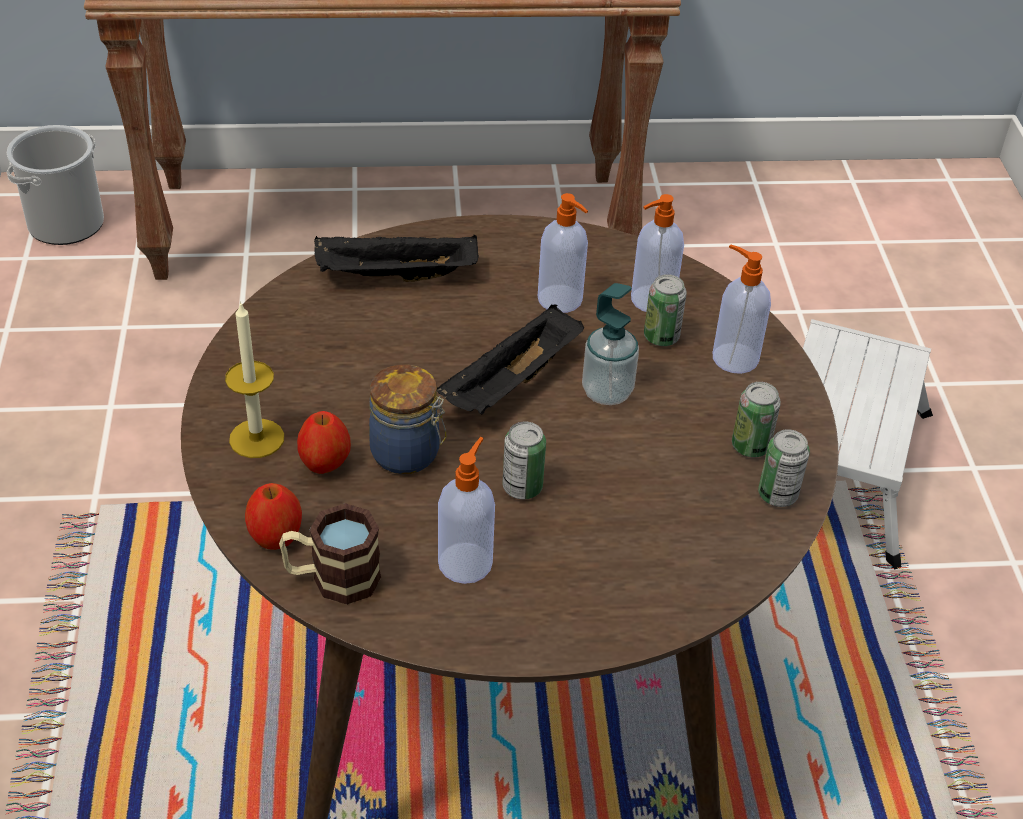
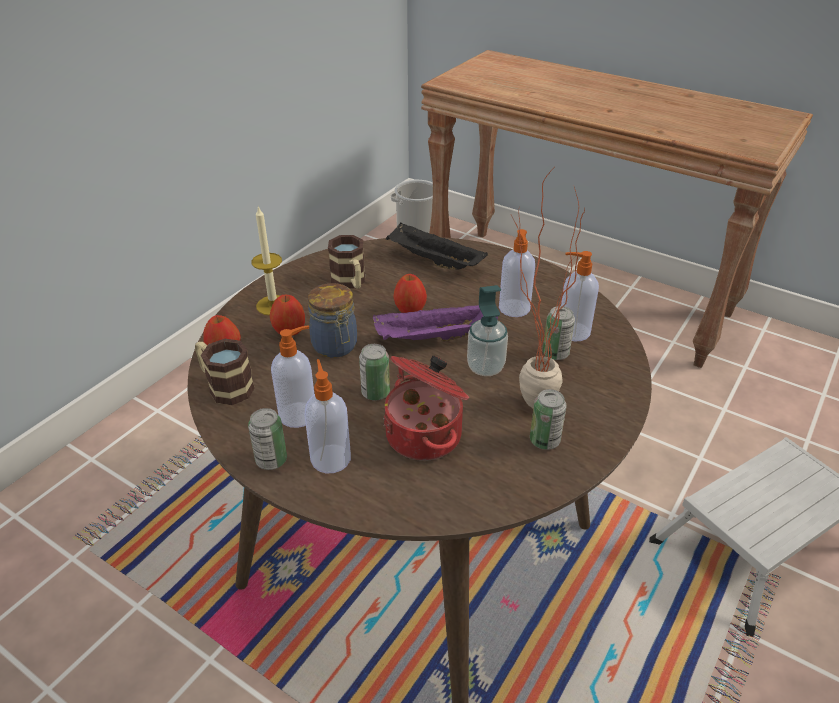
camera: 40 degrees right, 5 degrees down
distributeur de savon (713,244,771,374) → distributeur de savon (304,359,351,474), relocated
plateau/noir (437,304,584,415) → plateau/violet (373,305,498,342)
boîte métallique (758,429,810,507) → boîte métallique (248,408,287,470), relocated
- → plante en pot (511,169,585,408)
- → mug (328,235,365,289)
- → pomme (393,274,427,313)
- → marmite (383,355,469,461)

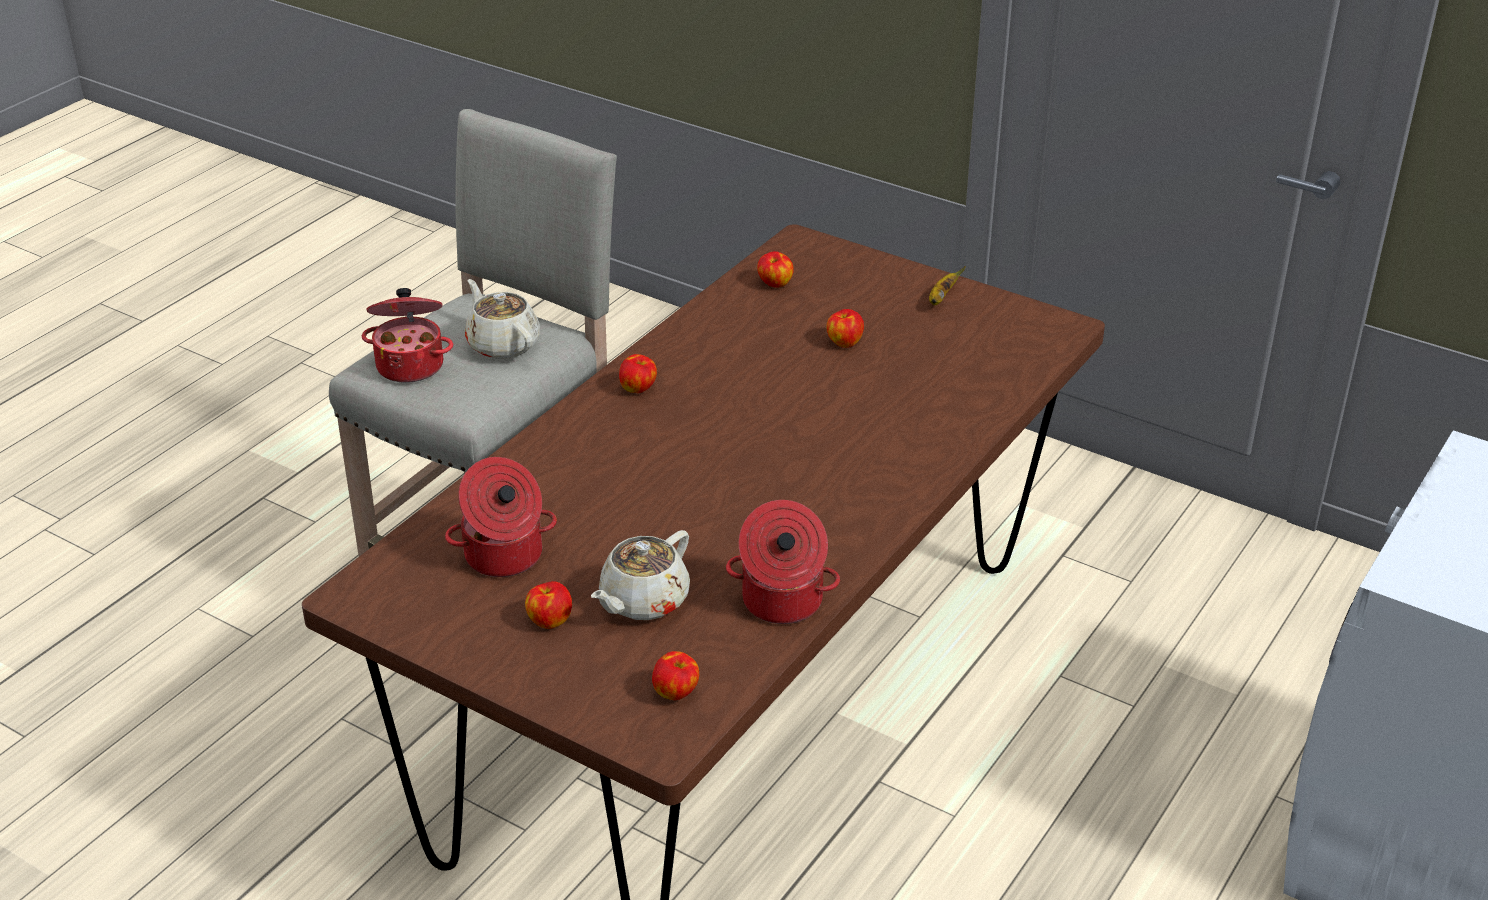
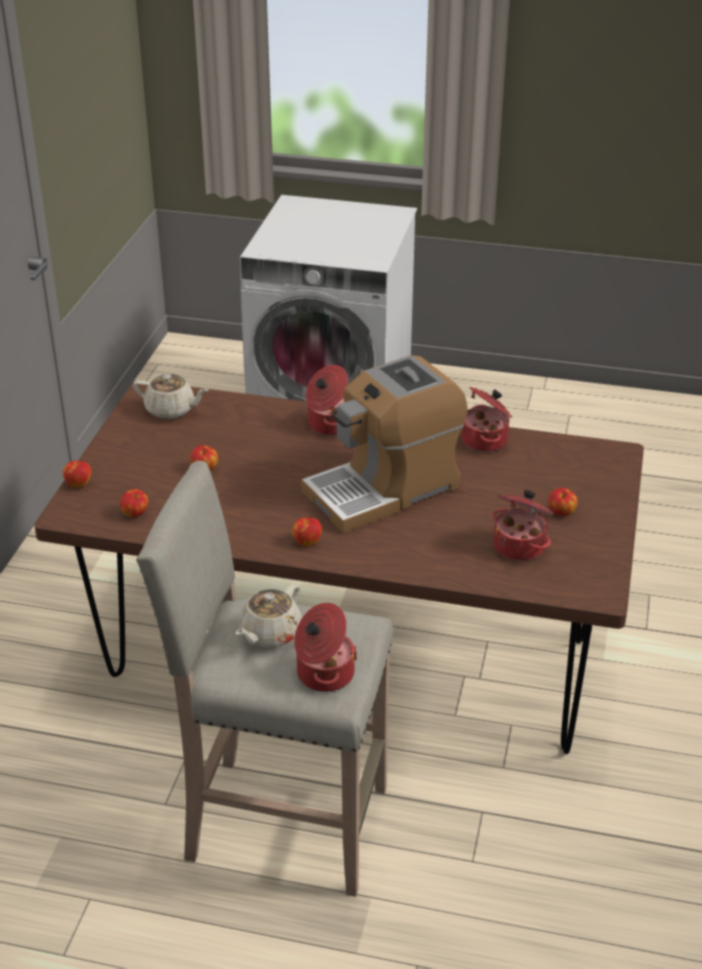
camera: 110 degrees left, 0 degrees up
banane (929,266,966,305) → -
théière/beige (591,530,690,620) → théière/beige (133,374,208,419), relocated
pomme (652,651,699,700) → pomme (63,461,91,488), relocated
- → machine à café (301,355,468,533)
- → marmite (306,365,348,436)

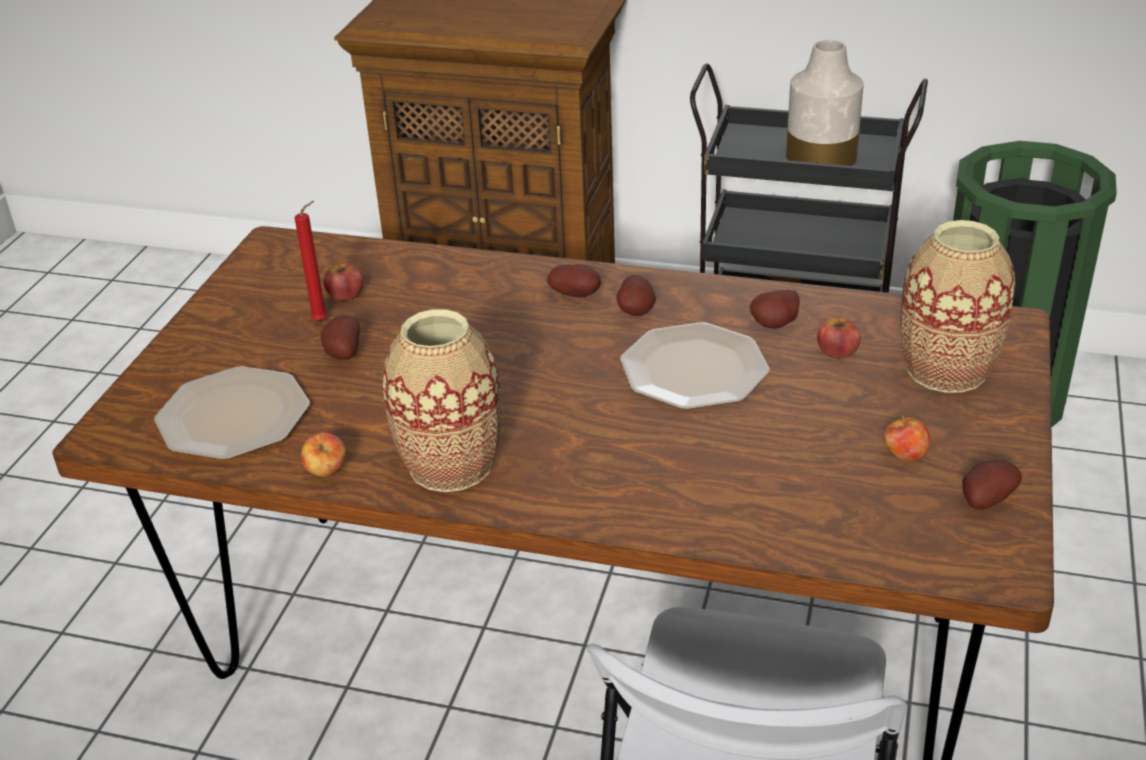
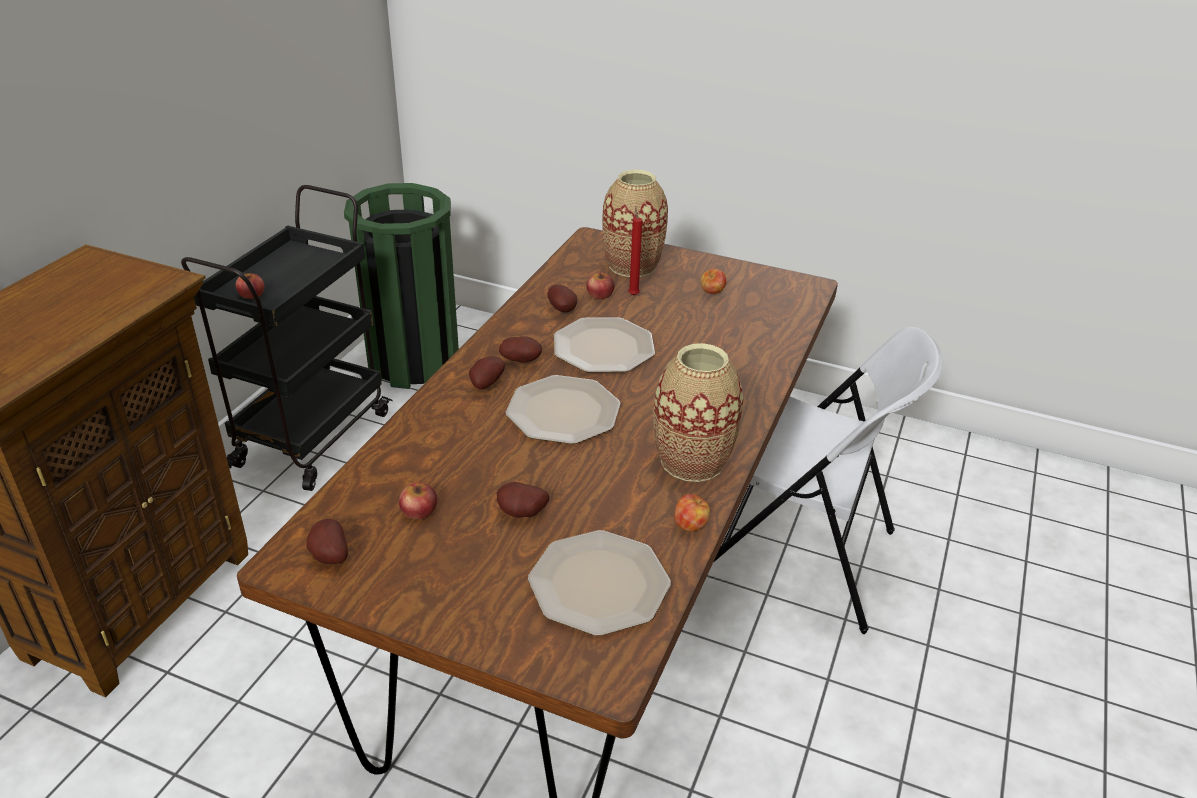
camera: 85 degrees left, 0 degrees up
vase/beige (786,40,864,166) → -
bougie/rouge (295,201,327,321) → bougie/rouge (628,206,643,296), relocated
pomme de terre (962,460,1022,510) → pomme de terre (306,519,348,564), relocated
- → pomme (236,273,264,299)
- → assiette (506,375,621,444)

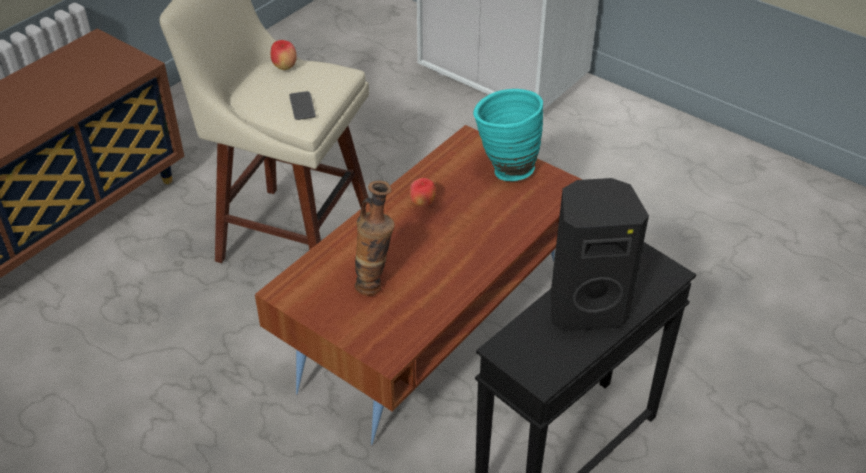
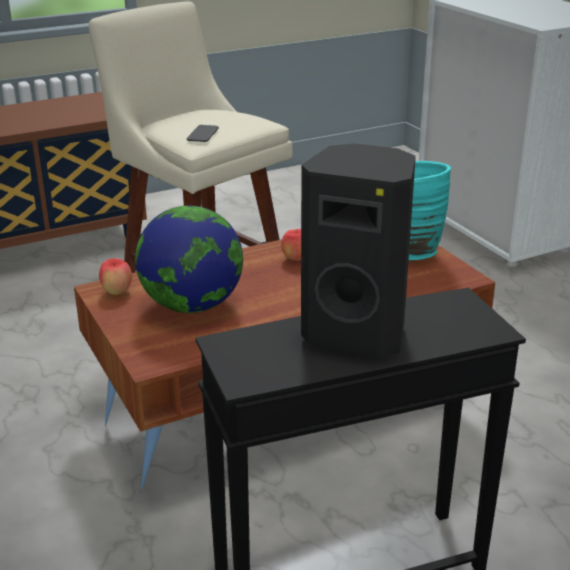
camera: 25 degrees right, 15 degrees down
pomme (271,40,297,70) → pomme (99,258,132,295), relocated
vase (355,181,395,296) → globe (135,206,243,313)

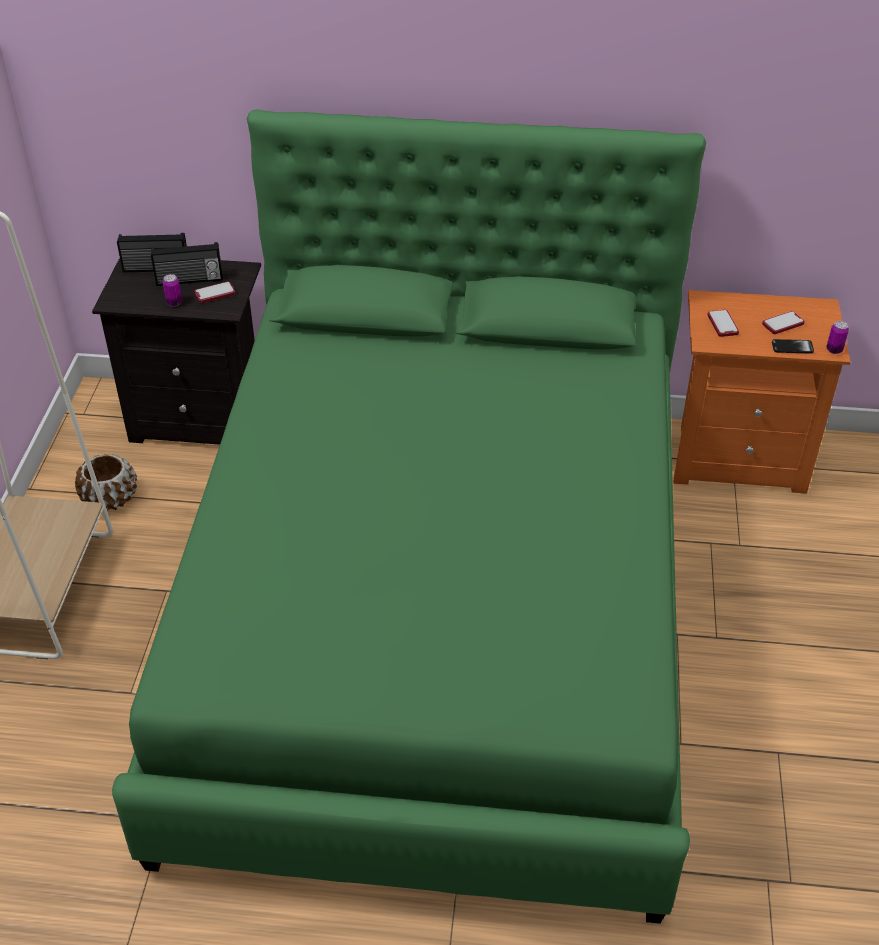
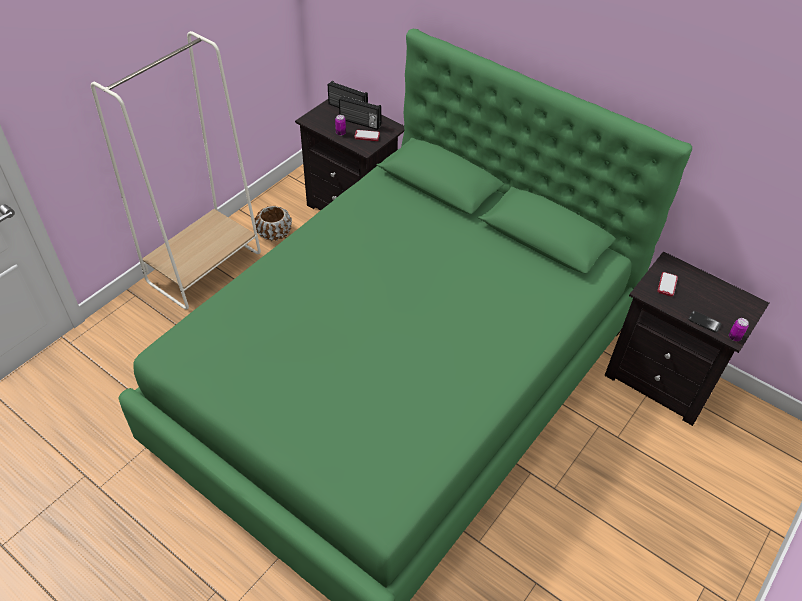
camera: 30 degrees right, 5 degrees up
table de chevet/orange (673,290,850,494) → table de chevet/noir (604,251,769,426)
téléphone (762,311,805,334) → -

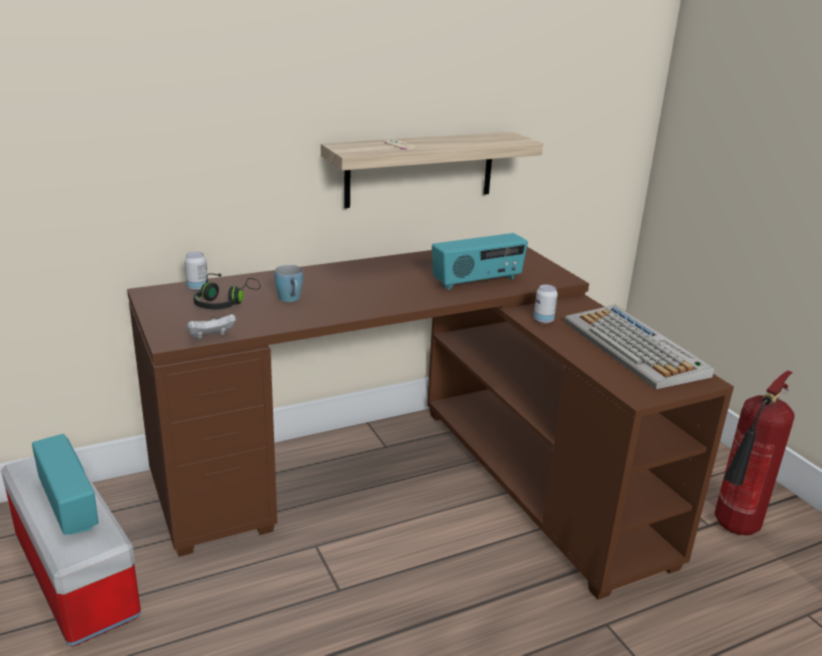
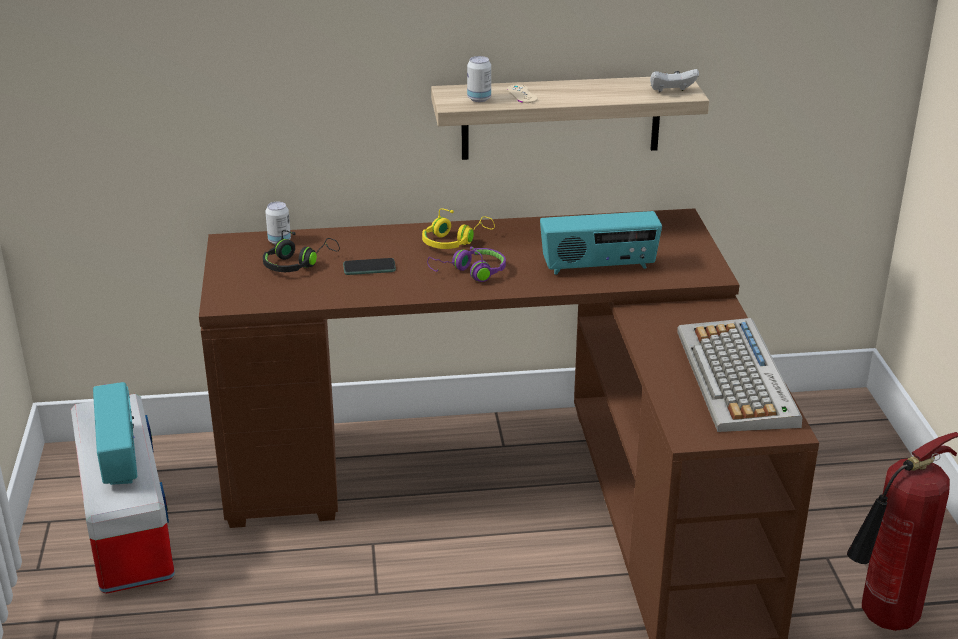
camera: 20 degrees right, 5 degrees up
mug/bleu (275,265,303,302) → téléphone (343,258,396,275)
boîte métallique (534,285,558,324) → boîte métallique (467,56,491,102), relocated
manette/blanc (187,314,236,339) → manette/blanc (650,69,699,92), relocated
- → casque audio/jaune (422,208,495,249)
- → casque audio/violet (427,246,506,282)

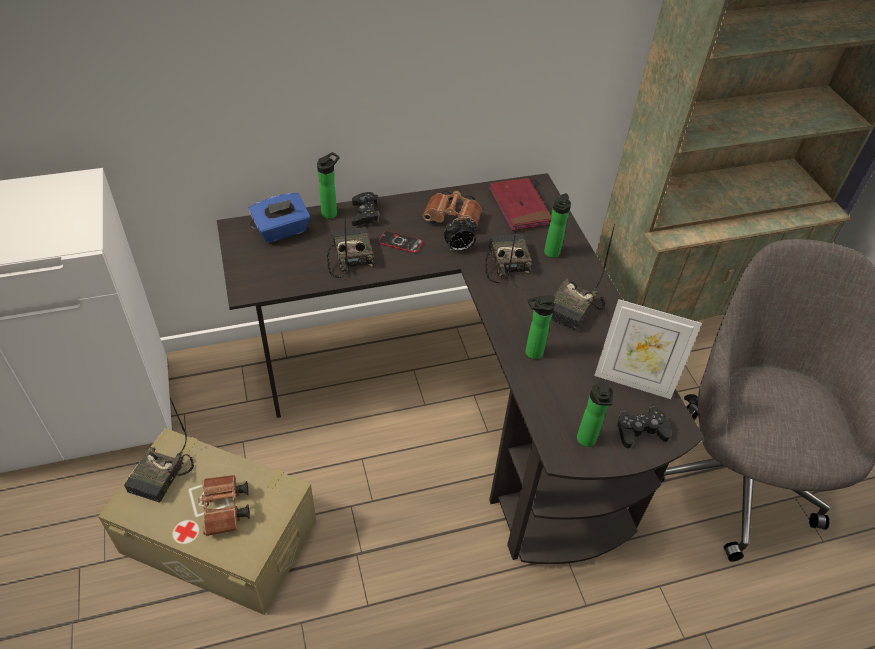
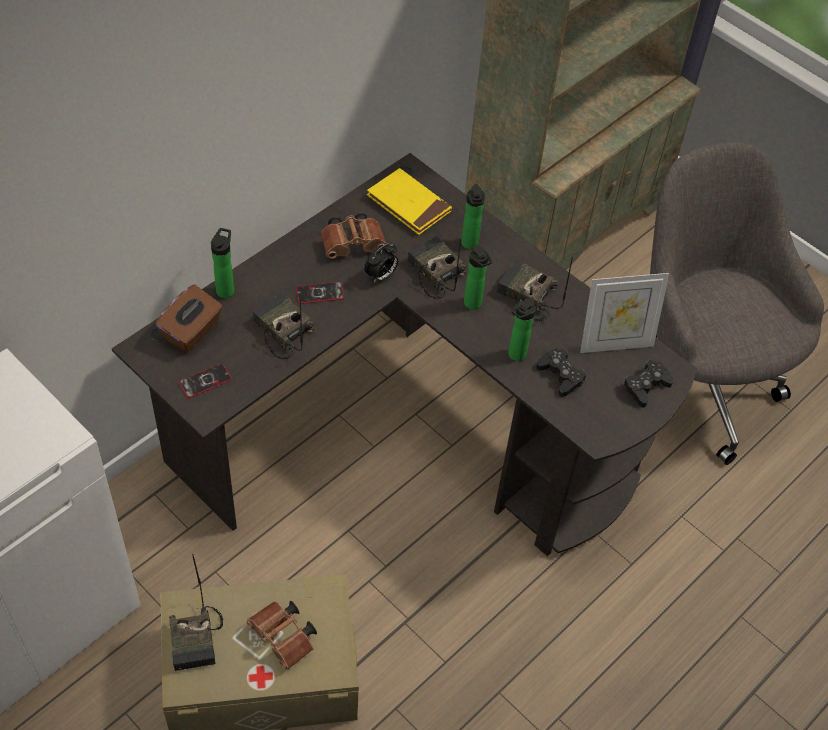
camera: 30 degrees left, 5 degrees up
livre/rouge (489,178,551,231) → livre/jaune (367,168,452,235)
manette/noir (352,192,379,226) → manette/noir (536,348,586,397), relocated
boîte à mouchoirs/bleu (248,193,310,243) → boîte à mouchoirs/marron (155,285,223,352)
radio (551,224,615,331) → radio (497,256,573,321), 120 degrees clockwise
bouteille (577,378,613,447) → bouteille (464,245,493,309), relocated
- → téléphone (179,363,232,398)

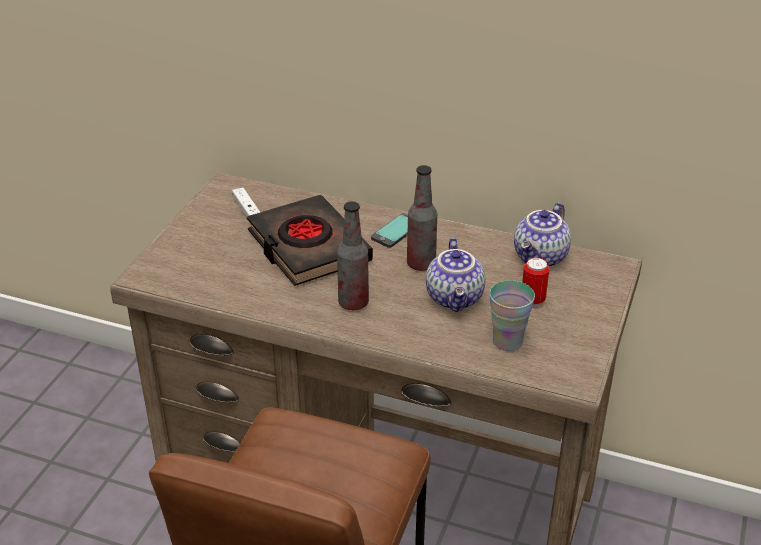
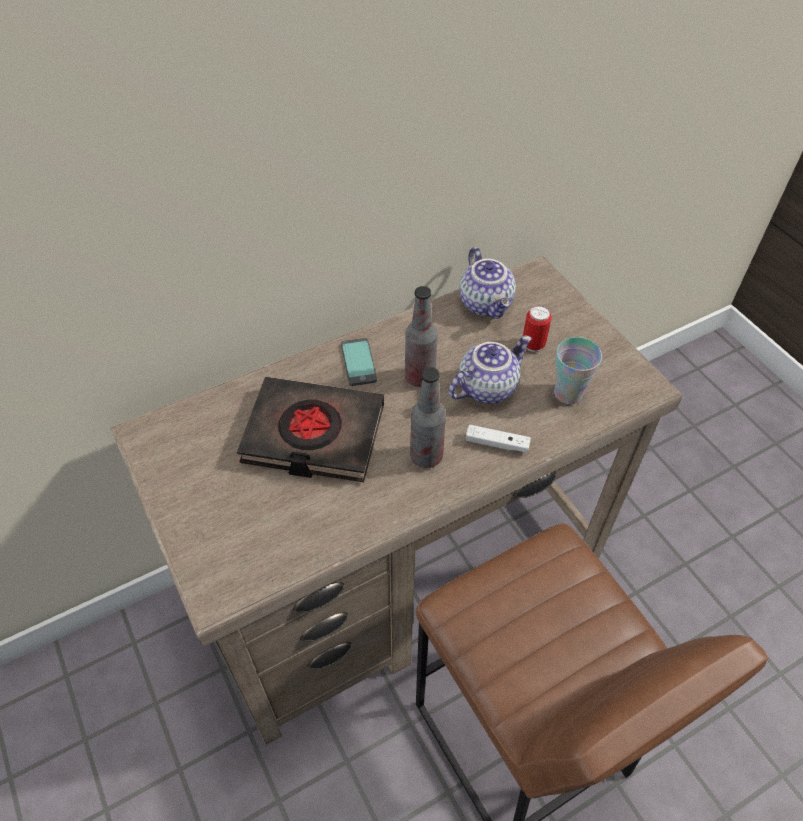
camera: 50 degrees left, 15 degrees up
manette/blanc (232,187,260,216) → manette/blanc (466,424,531,453), relocated
théière (426,237,485,312) → théière (448,335,532,403), 75 degrees counterclockwise

